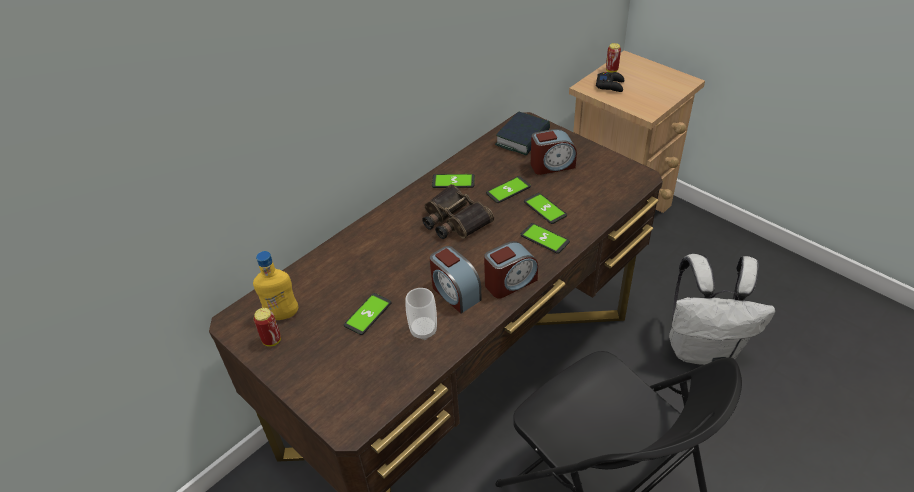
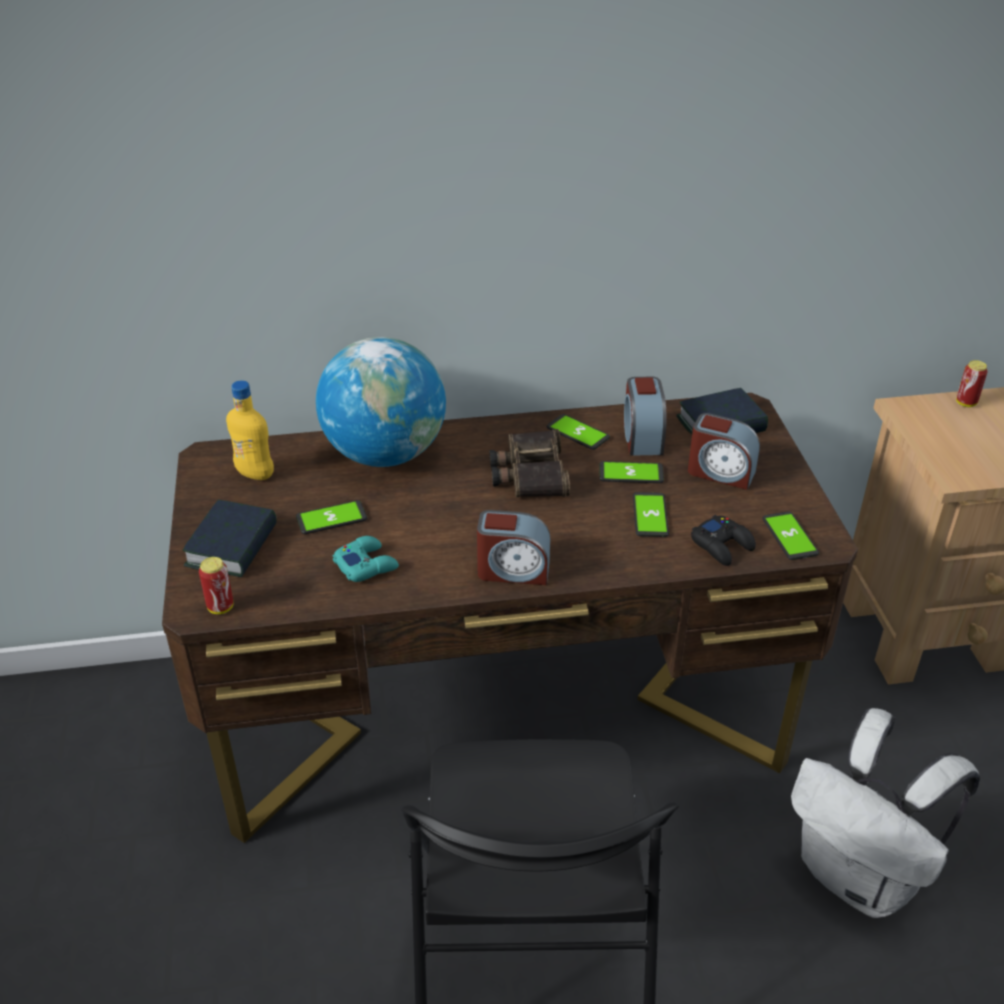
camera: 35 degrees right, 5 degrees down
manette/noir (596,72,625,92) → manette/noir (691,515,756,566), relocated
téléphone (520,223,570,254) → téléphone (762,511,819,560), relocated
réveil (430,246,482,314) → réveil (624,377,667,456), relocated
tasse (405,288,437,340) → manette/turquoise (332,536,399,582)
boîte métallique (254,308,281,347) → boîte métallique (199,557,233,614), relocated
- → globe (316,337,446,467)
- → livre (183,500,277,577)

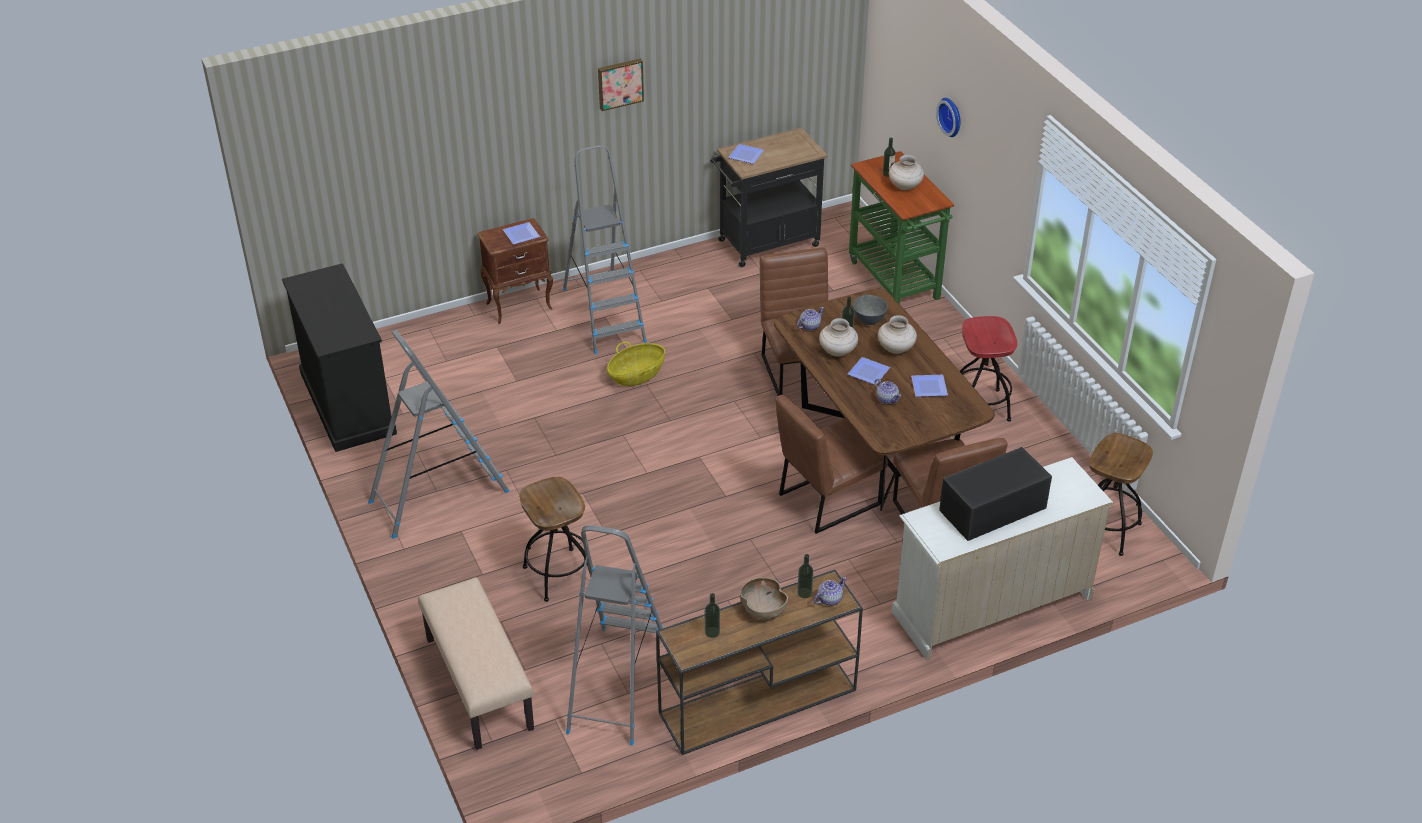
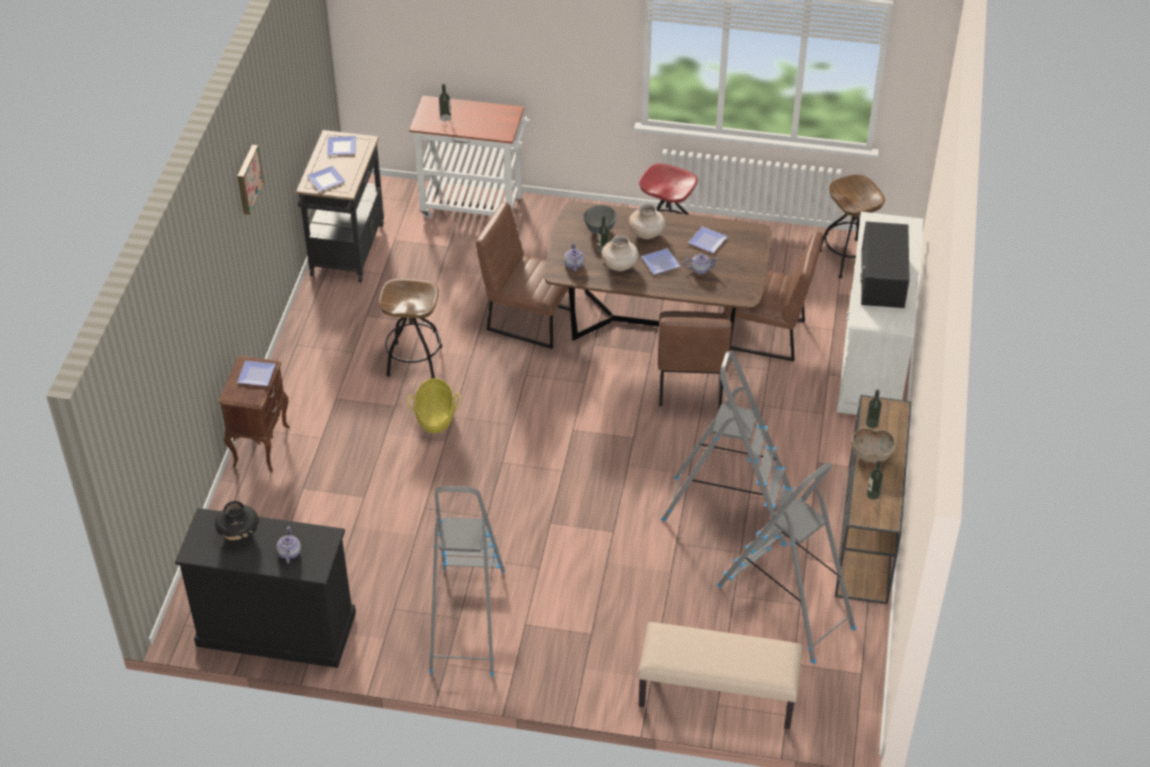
camera: 55 degrees left, 5 degrees up
horloge murale (936,98,961,137) → -
escabeau/gris (563,145,647,354) → escabeau/gris (661,351,796,546), relocated
chariot/vert (849,151,954,304) → chariot/blanc (409,96,530,218)
vase/beige (889,155,924,190) → -
tabouret/marron (520,477,590,602) → tabouret/marron (379,279,442,379), relocated
théière (814,577,847,606) → théière (276,527,301,563), relocated
- → assiette (327,136,356,155)
- → vase/noir (215,501,259,542)

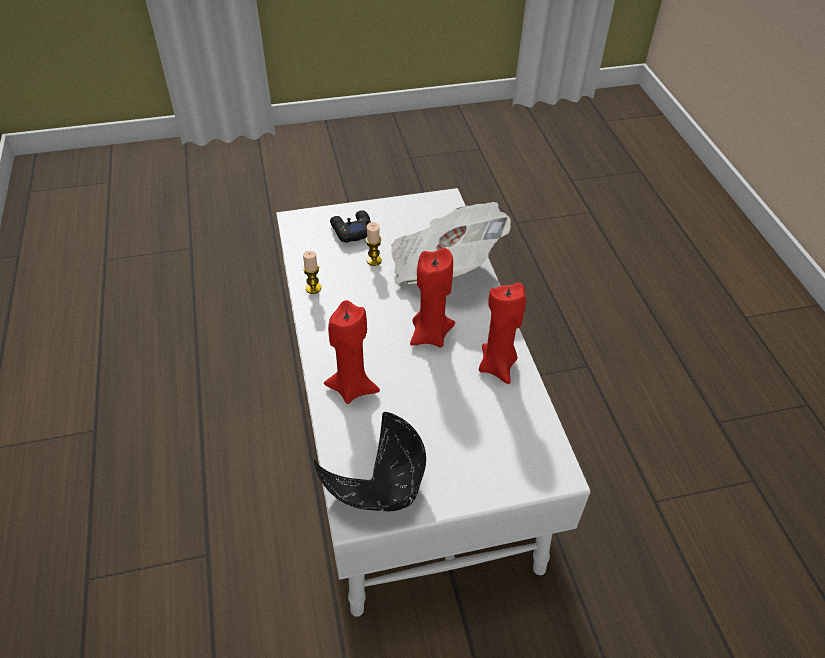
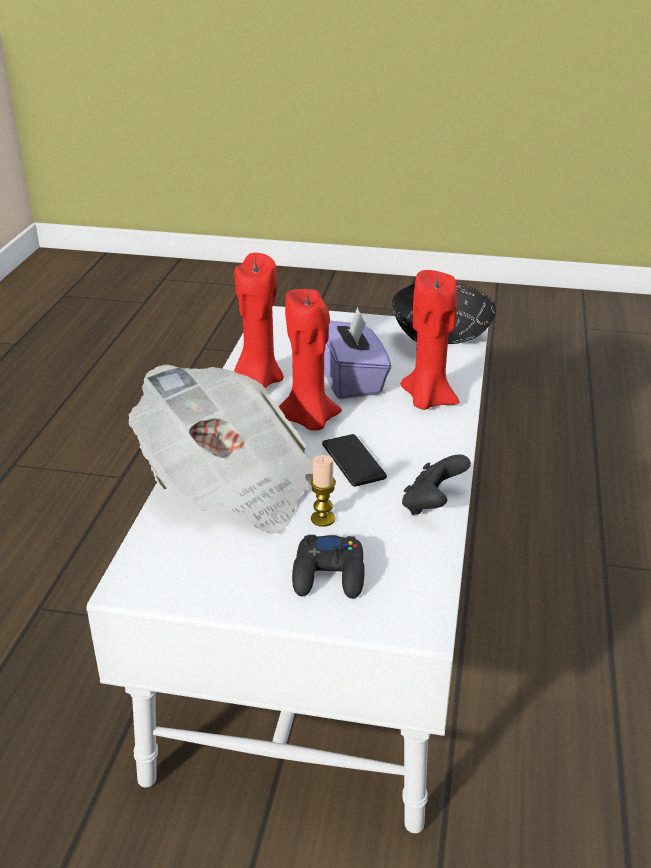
camera: 155 degrees left, 15 degrees down
bougie (303,251,321,294) → manette/noir (402,454,471,515)
- → boîte à mouchoirs/violet (324,307,391,399)
- → téléphone (322,434,387,486)

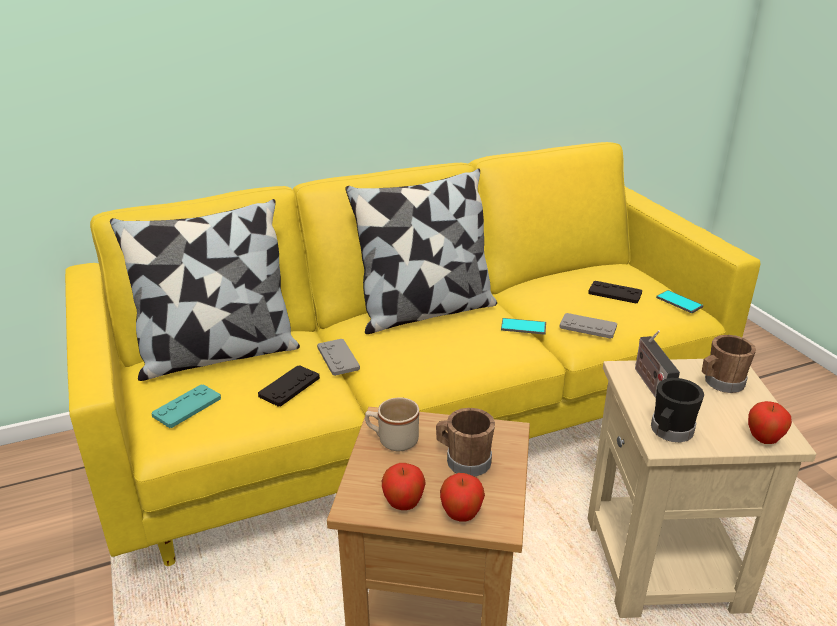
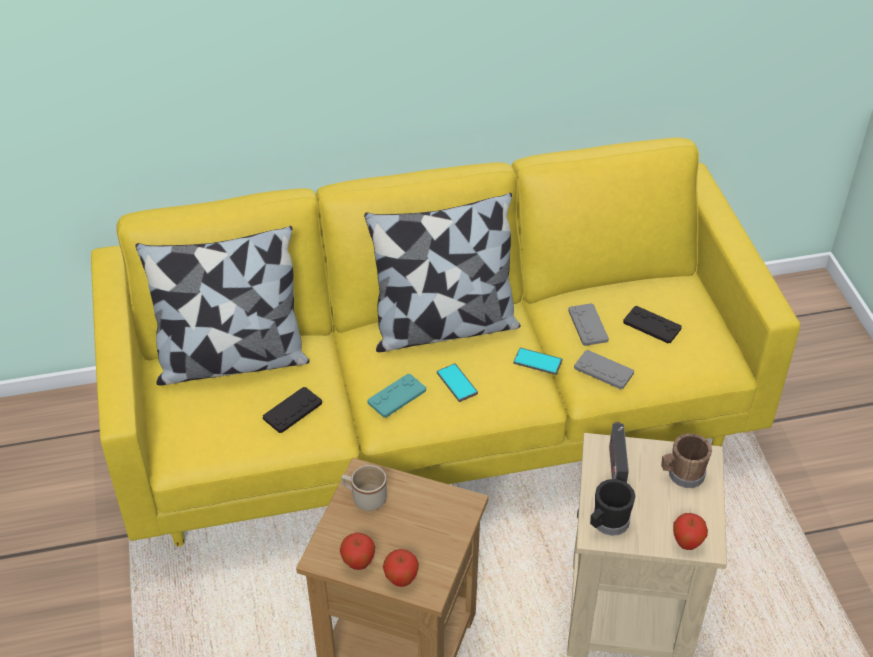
camera: 10 degrees right, 15 degrees up
téléphone (656,290,703,313) → téléphone (437,363,478,402), relocated
manette/gris (317,339,360,376) → manette/gris (568,303,609,346), relocated
manette/turquoise (151,384,221,428) → manette/turquoise (368,374,426,418), relocated
mug/marron (436,408,495,476) → -

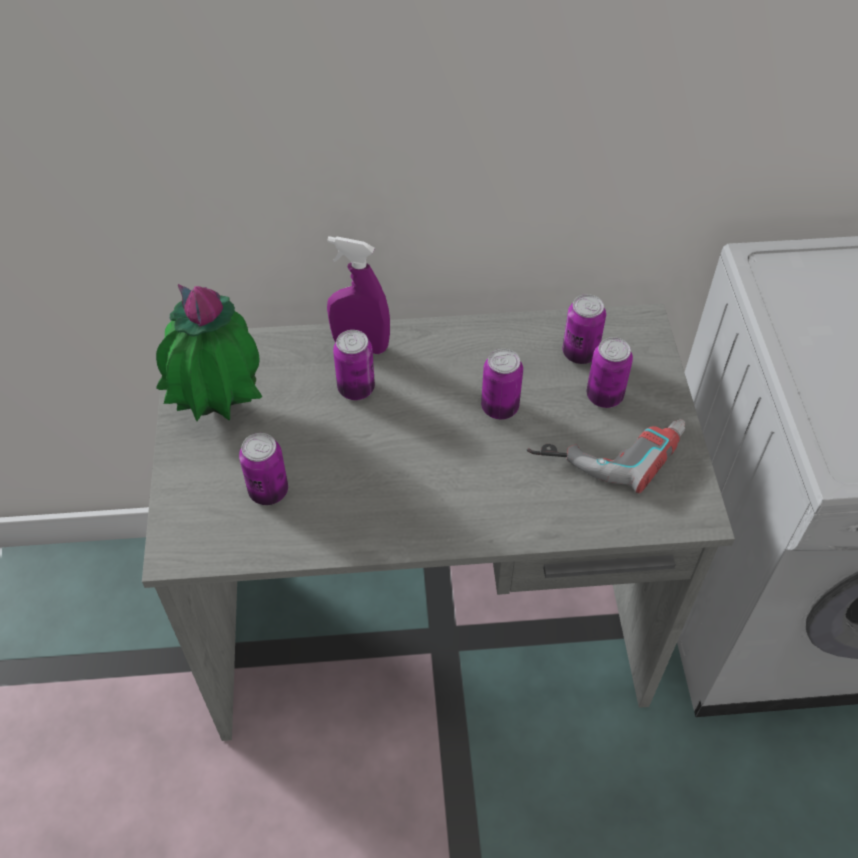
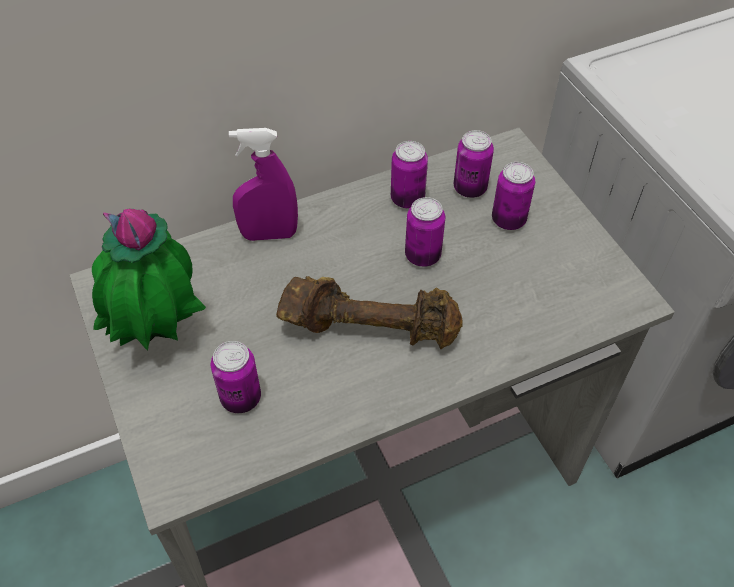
camera: 20 degrees left, 0 degrees up
boîte métallique (333,330,375,400) → boîte métallique (391,141,428,209), relocated
perceuse (527,419,685,493) → -
- → haltère/marron (276,276,463,349)

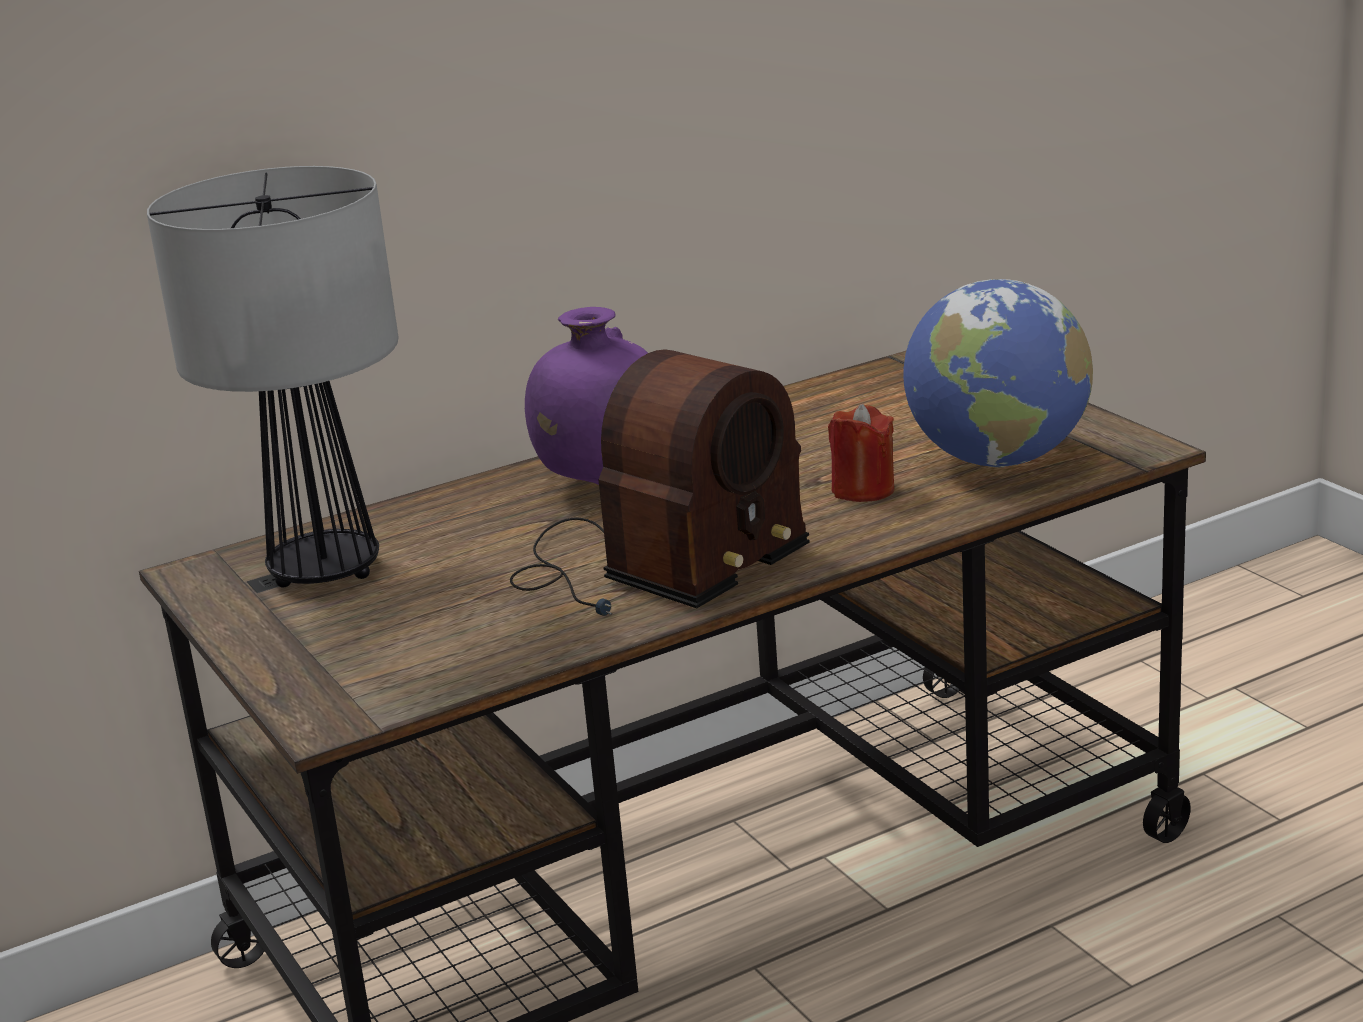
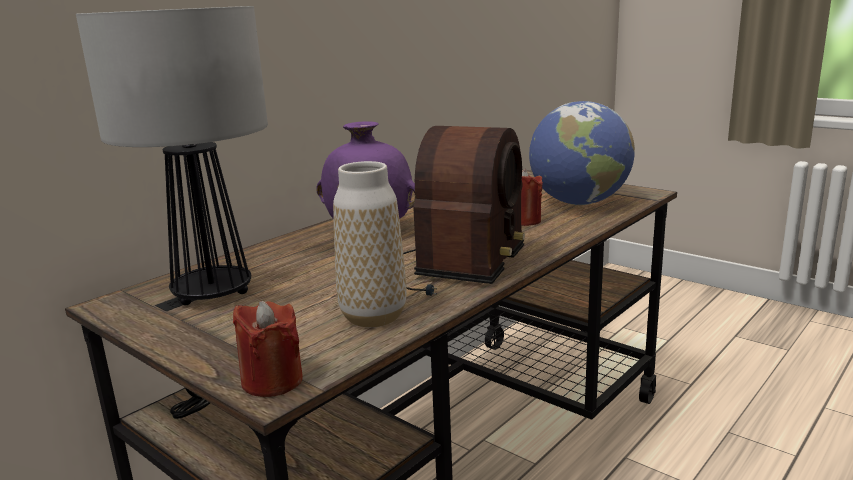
camera: 20 degrees left, 5 degrees down
- → vase (333,161,407,327)
- → bougie/rouge (233,301,303,397)

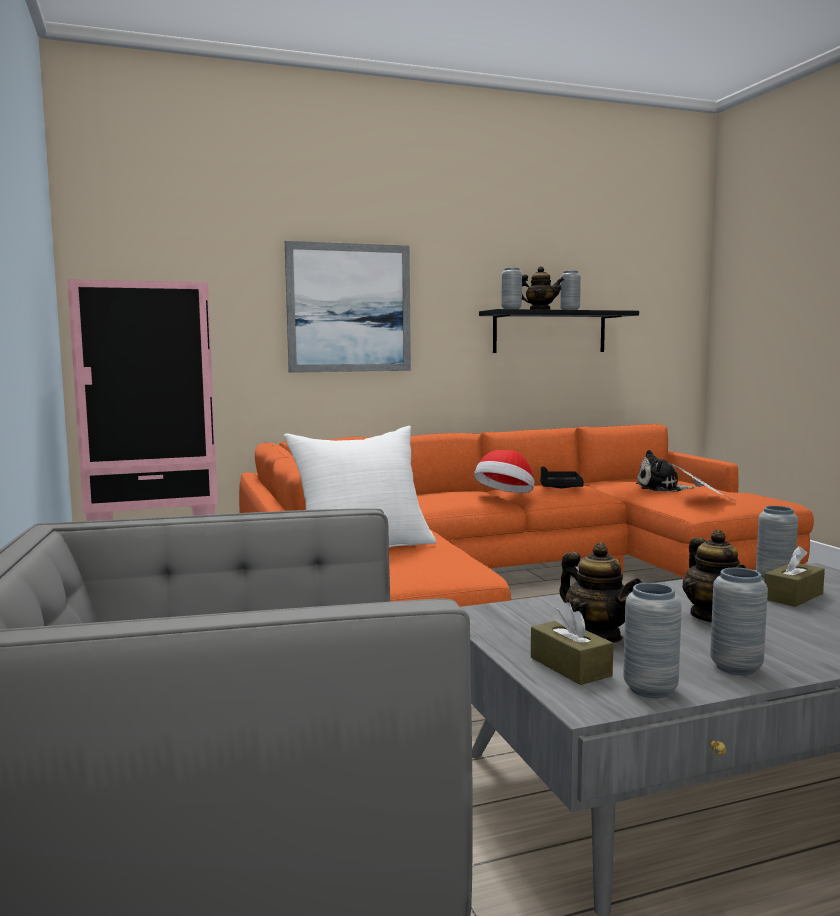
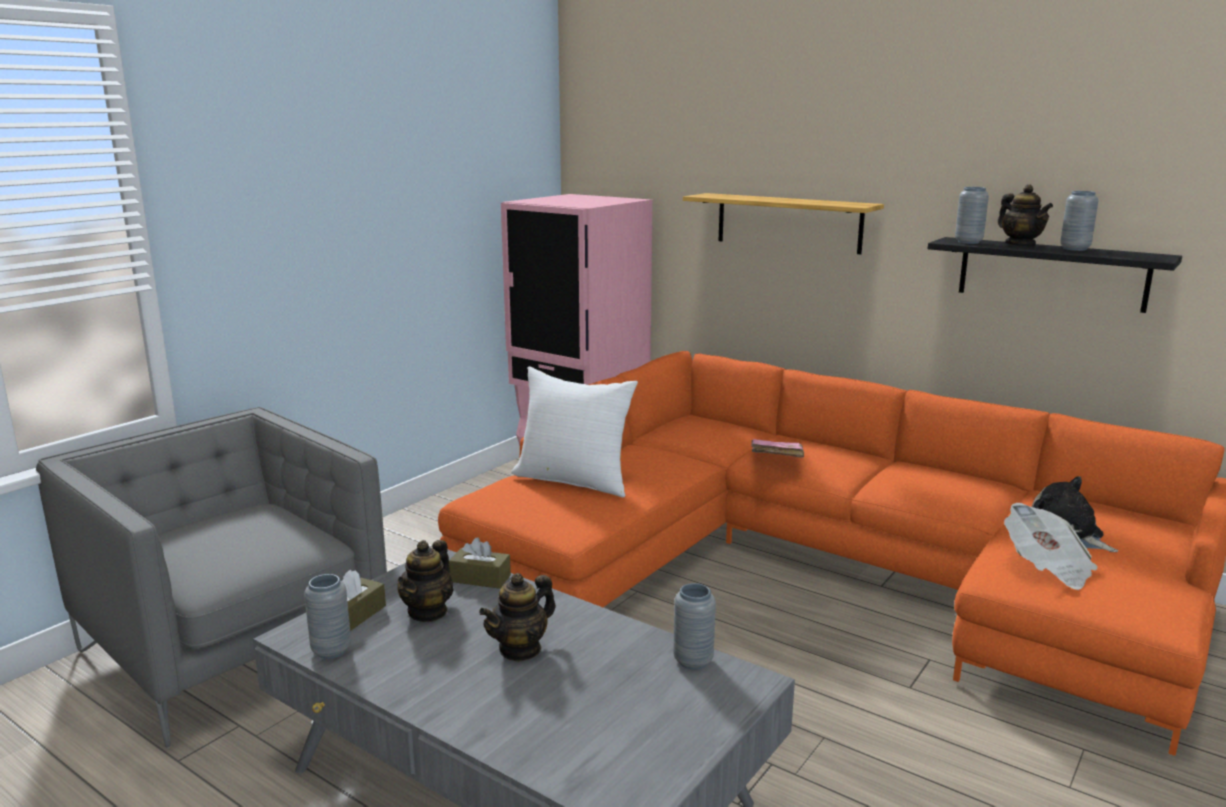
camera: 55 degrees right, 10 degrees up
tableau (285,241,411,373) → étagère (683,193,884,254)
chapeau (474,450,534,493) → -
plateau/noir (540,467,584,488) → -
boîte à mouchoirs/marron (764,546,825,607) → boîte à mouchoirs/marron (449,537,511,589), relocated
vase/gris (710,568,768,675) → -
- → livre/rose (751,439,804,458)

